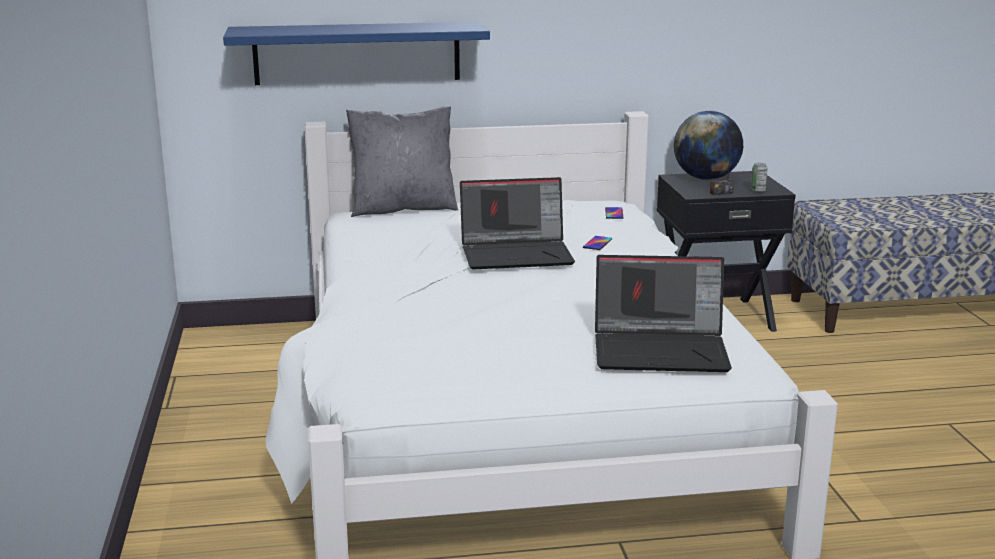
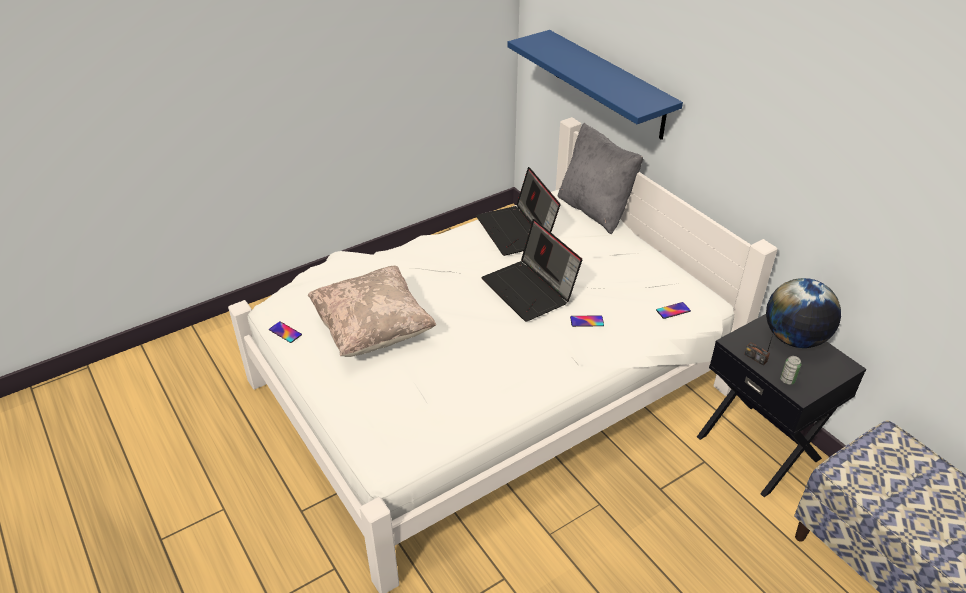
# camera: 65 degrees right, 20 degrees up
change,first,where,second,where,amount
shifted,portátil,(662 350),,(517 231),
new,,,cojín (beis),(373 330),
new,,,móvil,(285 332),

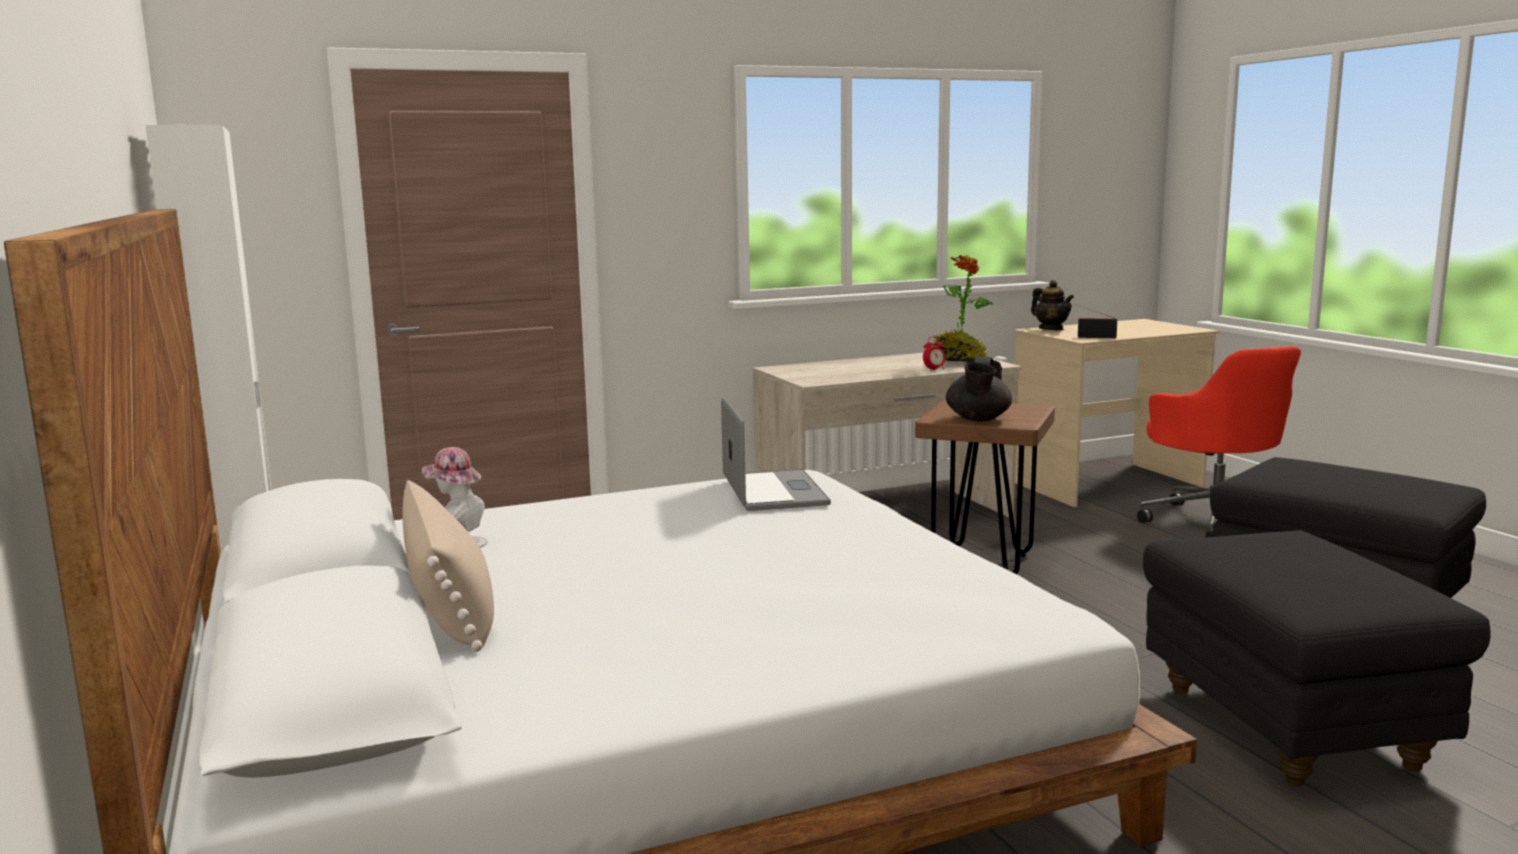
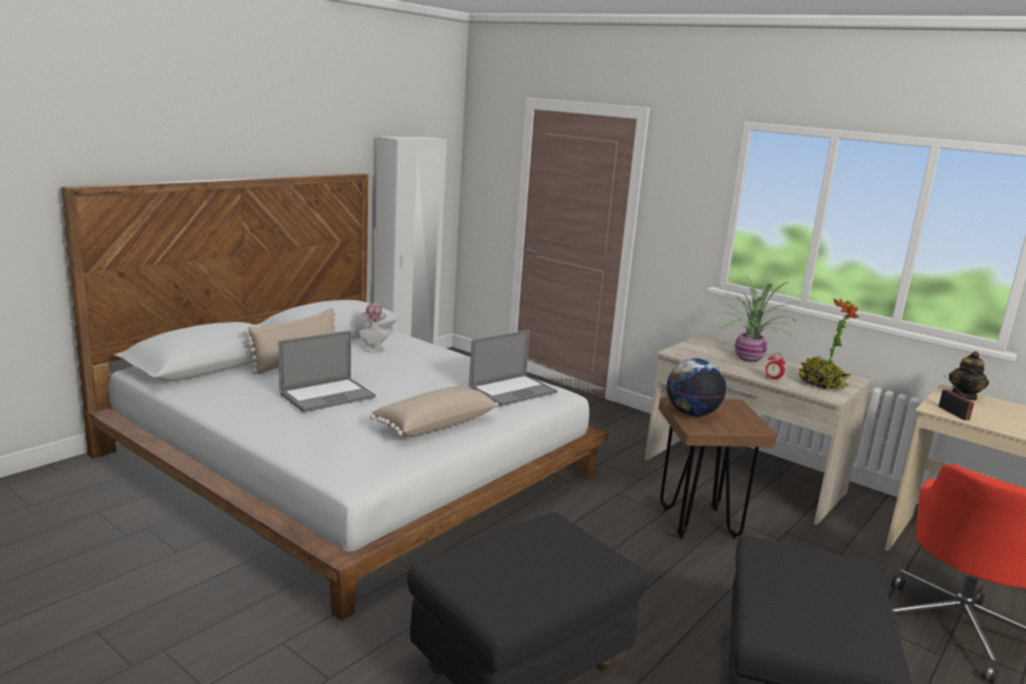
# camera: 60 degrees right, 5 degrees up
change,first,where,second,where,amount
swapped,tetera (negro),(978 419),globo terráqueo,(692 413),
new,,,planta en maceta,(749 359),
new,,,portátil,(327 395),
new,,,cojín (beis),(434 424),

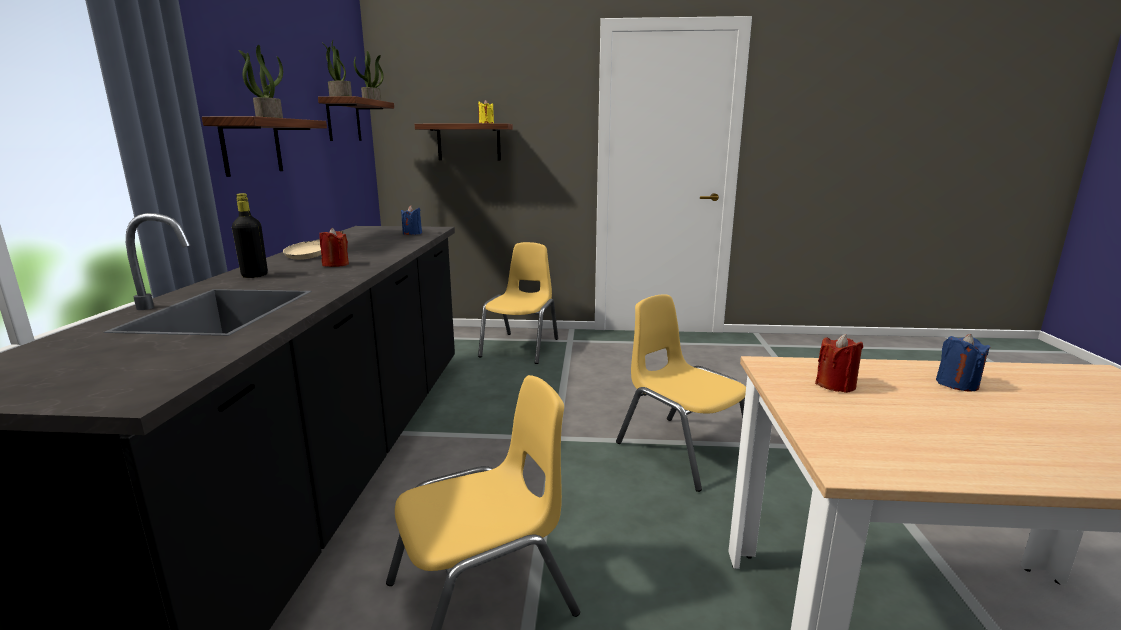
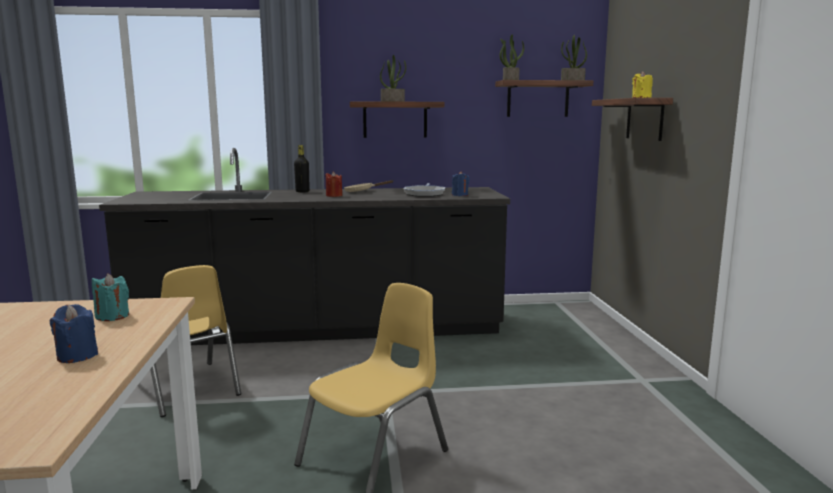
# camera: 80 degrees right, 5 degrees down
change,first,where,second,where,amount
gone,silla (amarillo),(521 348),,,
repainted,vela (rojo),(835 385),vela (turquesa),(112 316),
new,,,sartén,(424 194),

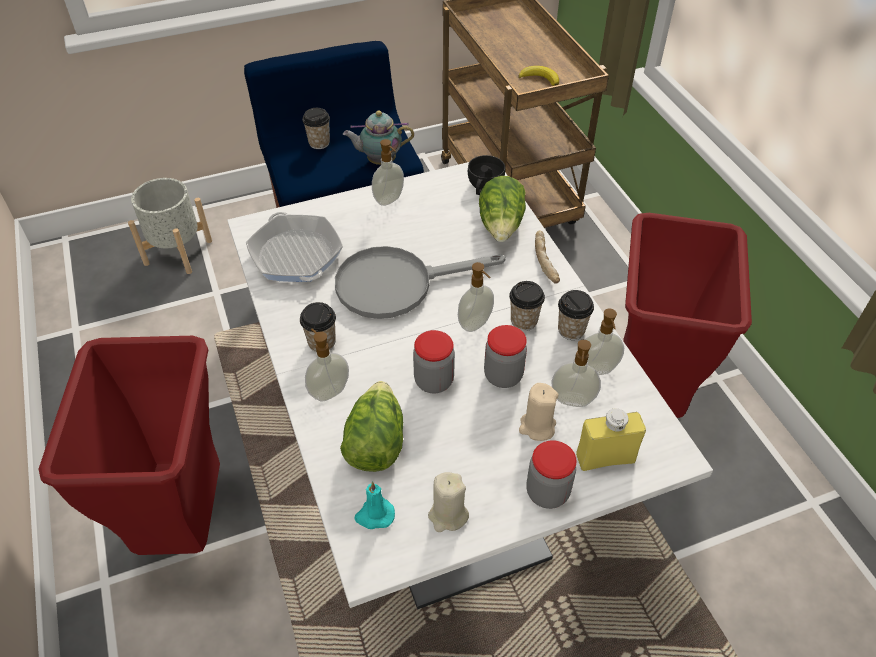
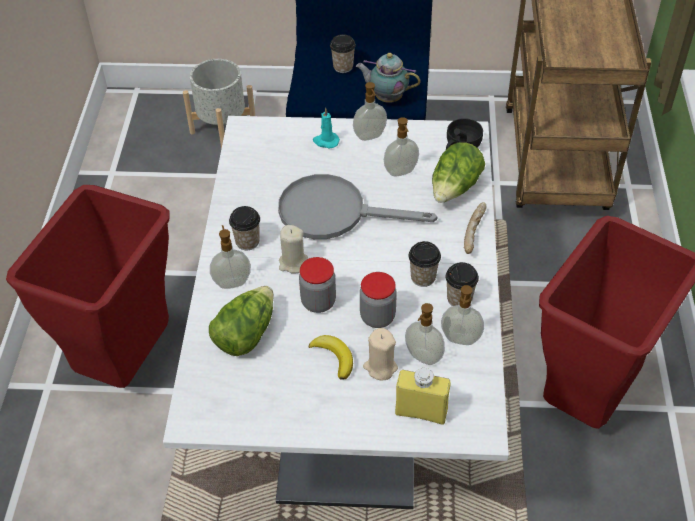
# camera: 25 degrees right, 0 degrees up
change,first,where,second,where,amount
shifted,plátano,(540 79),,(334 357),
gone,sartén,(296 255),,,
shifted,dispensador de jabón,(476 324),,(401 172),
gone,tarro,(547 492),,,
shifted,vela (beis),(448 515),,(293 263),
shifted,vela (turquesa),(374 515),,(325 141),

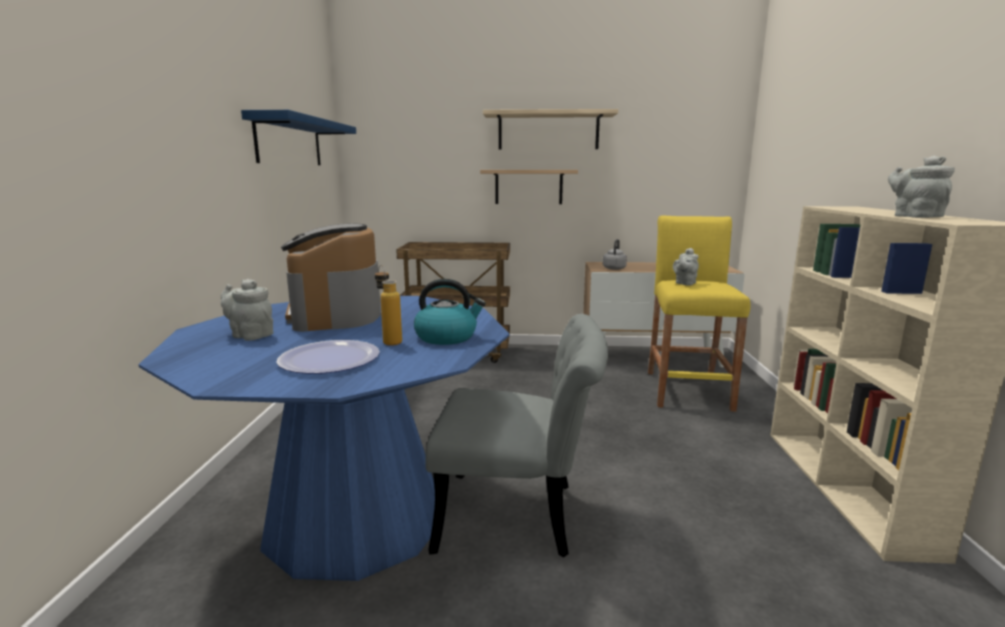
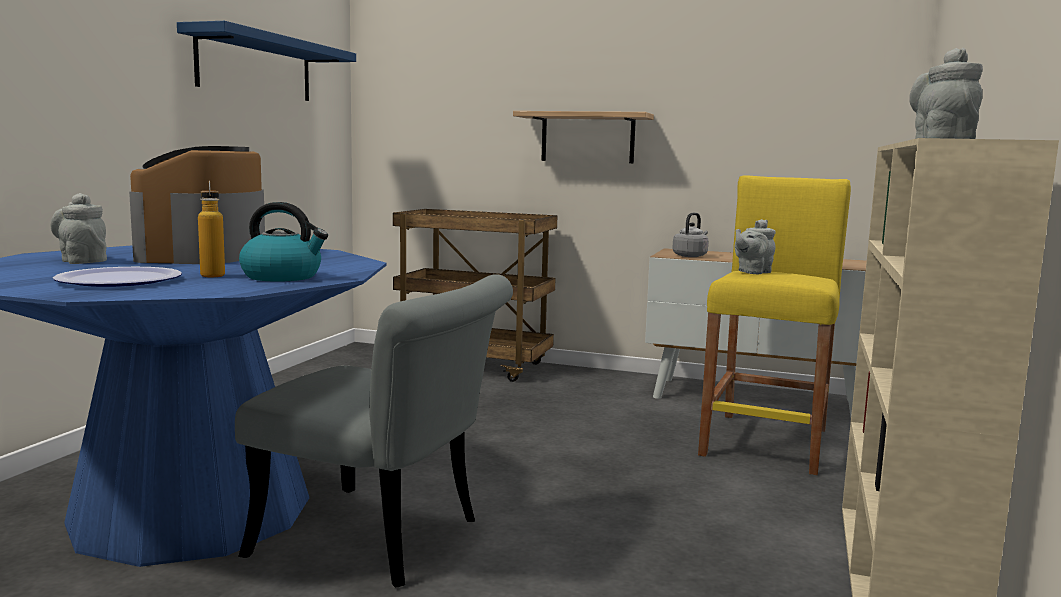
# camera: 15 degrees right, 5 degrees down
change,first,where,second,where,amount
gone,estante,(548 131),,,

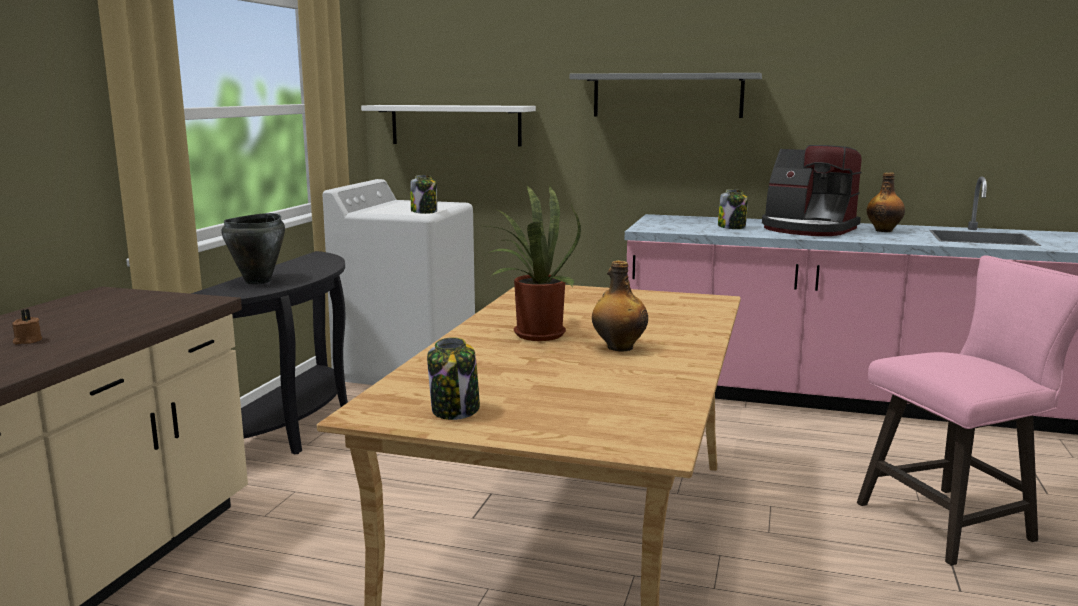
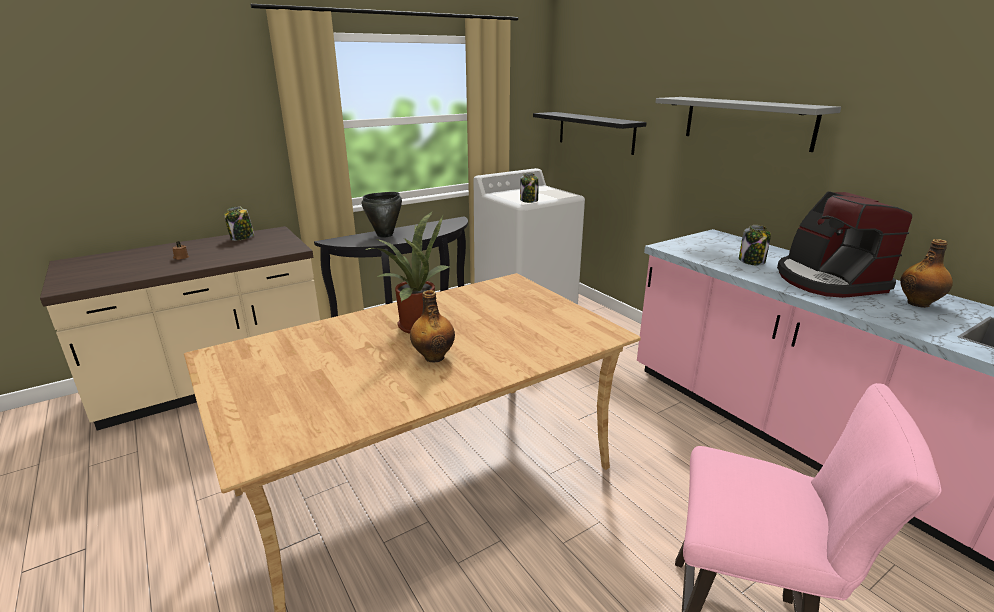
# camera: 40 degrees right, 10 degrees up
change,first,where,second,where,amount
repainted,estante (blanco),(455 125),estante (negro),(595 132),
shifted,tarro,(455 410),,(242 238),

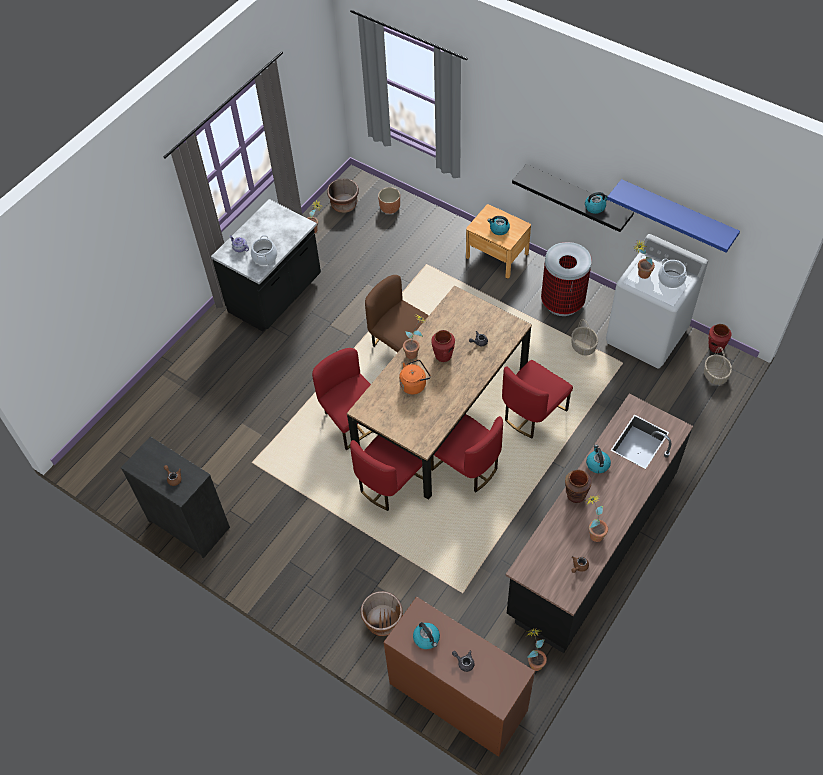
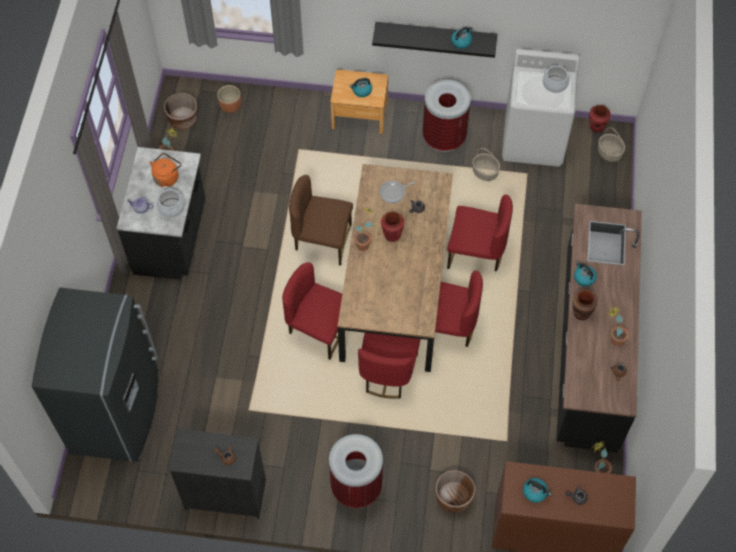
# camera: 30 degrees left, 5 degrees up
change,first,where,second,where,amount
gone,estante (azul),(677 213),,,
gone,planta en maceta,(640 275),,,
shifted,hervidor (naranja),(414 384),,(167 177),
rotated,silla (rojo),(532 413),,(475 253),90 degrees counterclockwise
new,,,sartén,(394 192),
new,,,nevera (gris),(117 412),
new,,,papelera,(356 486),

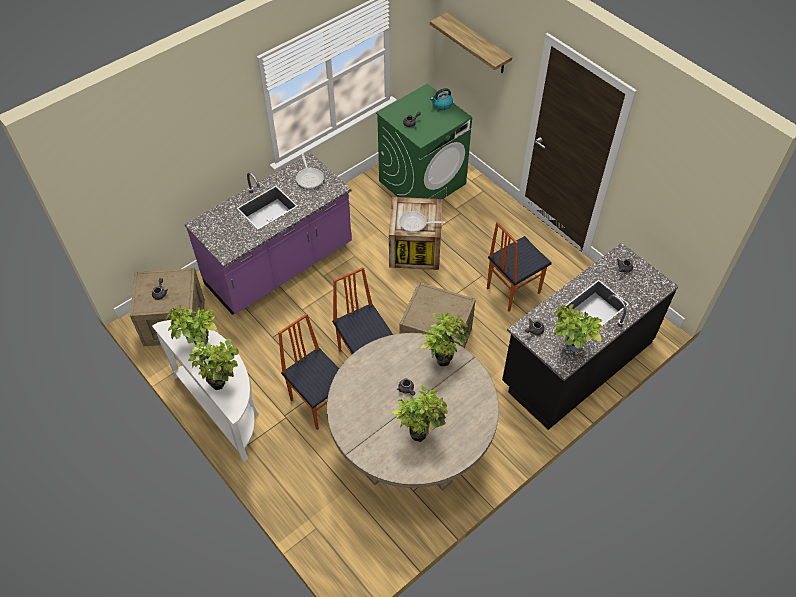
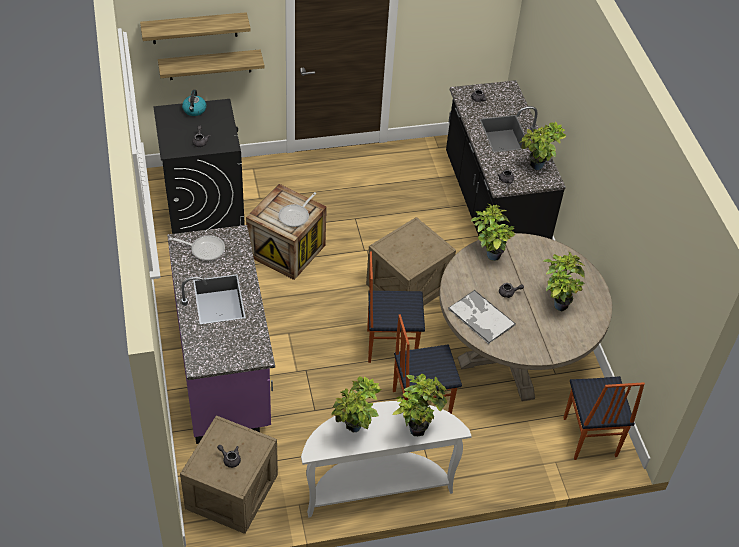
# camera: 65 degrees left, 5 degrees down
change,first,where,second,where,amount
repainted,lavadora (verde),(422 182),lavadora (negro),(204 205),
shifted,silla,(512 290),,(589 437),
new,,,estante,(210 64),
new,,,bandeja,(480 317),

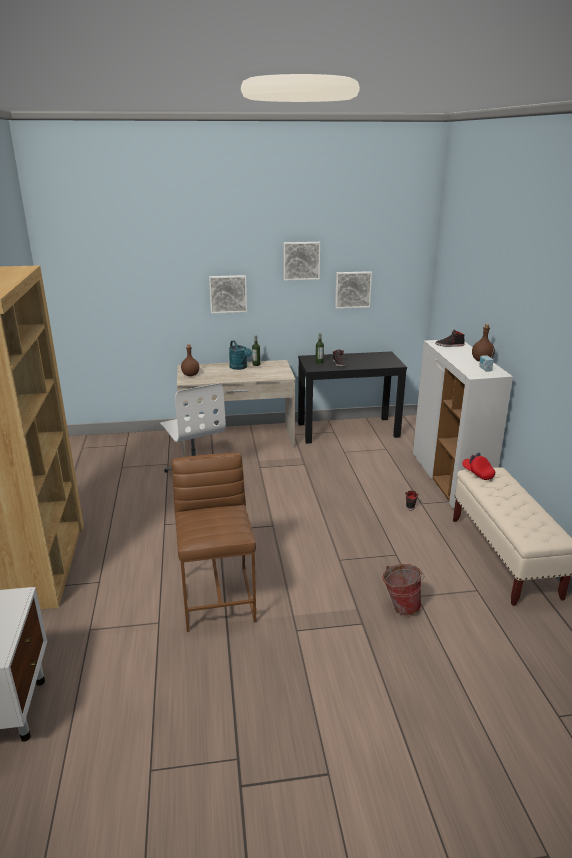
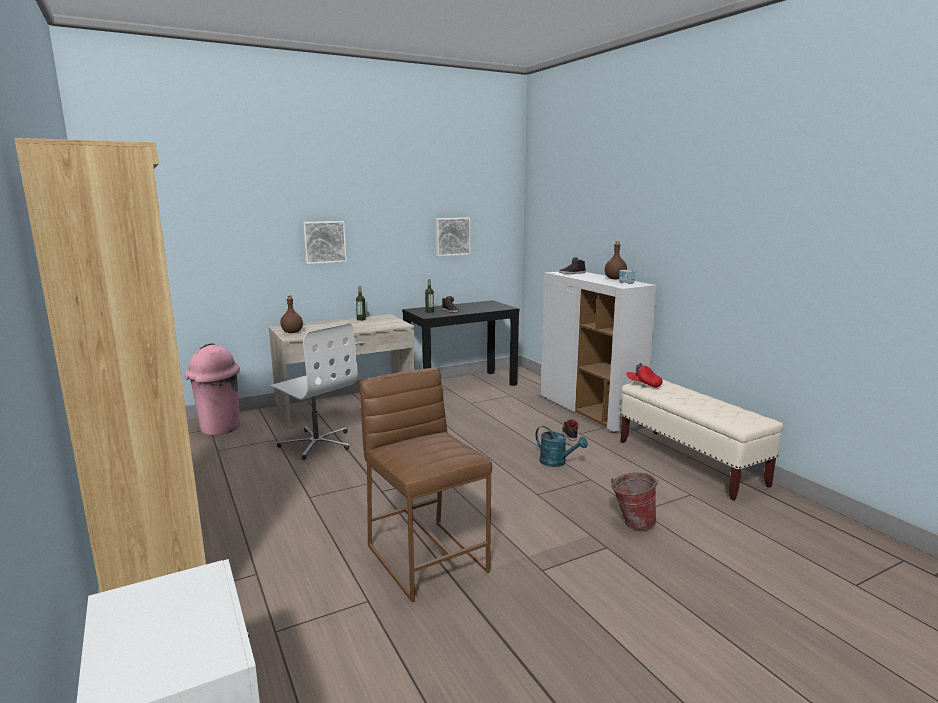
# camera: 20 degrees left, 10 degrees down
change,first,where,second,where,amount
gone,cuadro,(301 260),,,
shifted,regadera (turquesa),(240 367),,(557 462),
new,,,papelera (rosa),(219 428),

